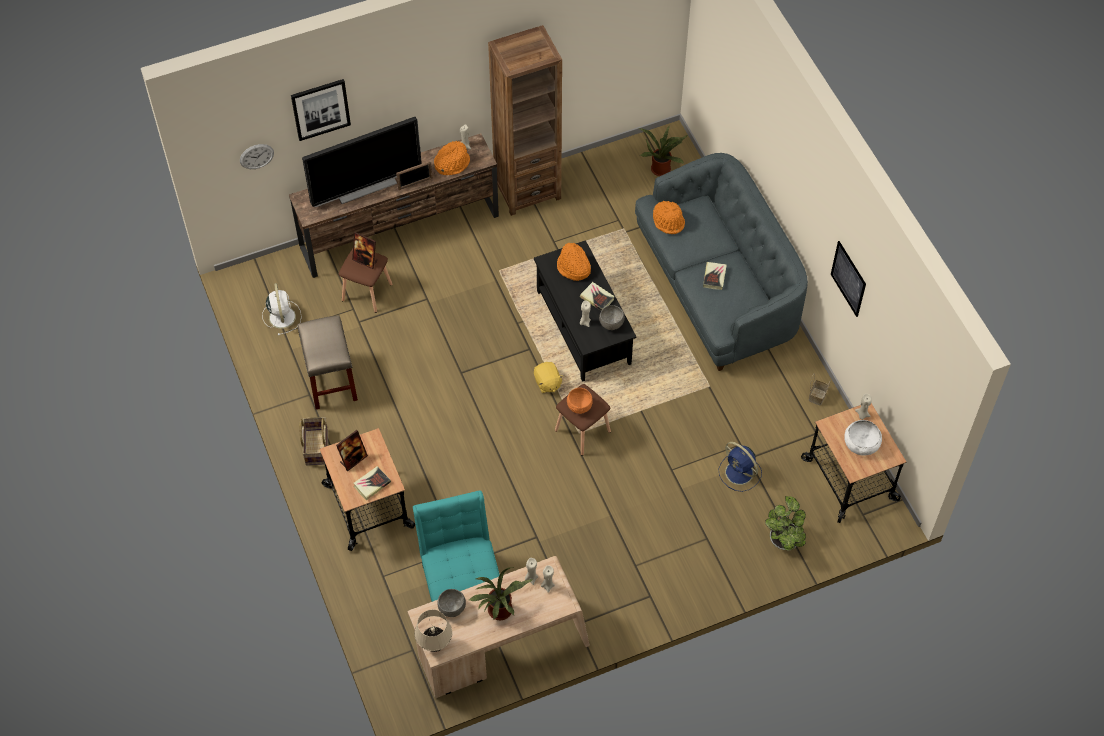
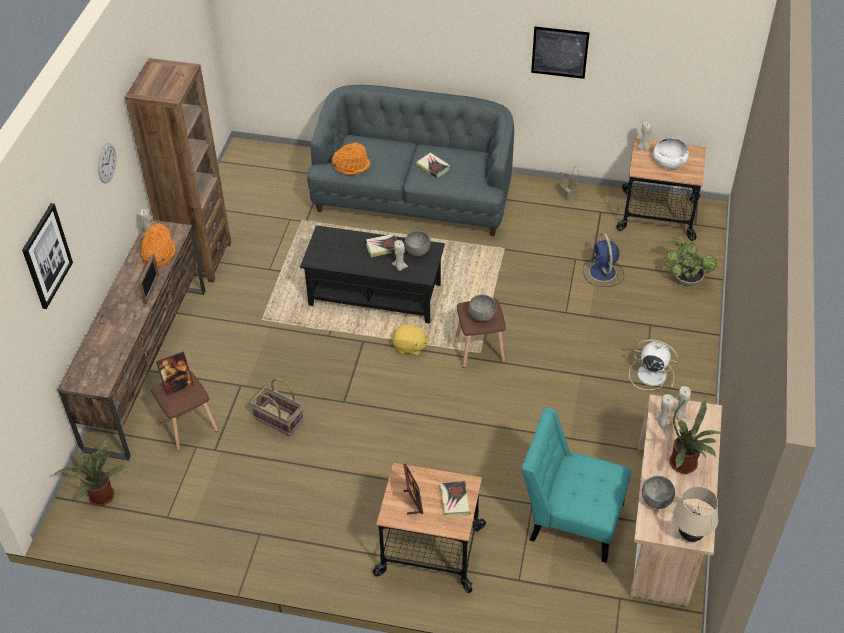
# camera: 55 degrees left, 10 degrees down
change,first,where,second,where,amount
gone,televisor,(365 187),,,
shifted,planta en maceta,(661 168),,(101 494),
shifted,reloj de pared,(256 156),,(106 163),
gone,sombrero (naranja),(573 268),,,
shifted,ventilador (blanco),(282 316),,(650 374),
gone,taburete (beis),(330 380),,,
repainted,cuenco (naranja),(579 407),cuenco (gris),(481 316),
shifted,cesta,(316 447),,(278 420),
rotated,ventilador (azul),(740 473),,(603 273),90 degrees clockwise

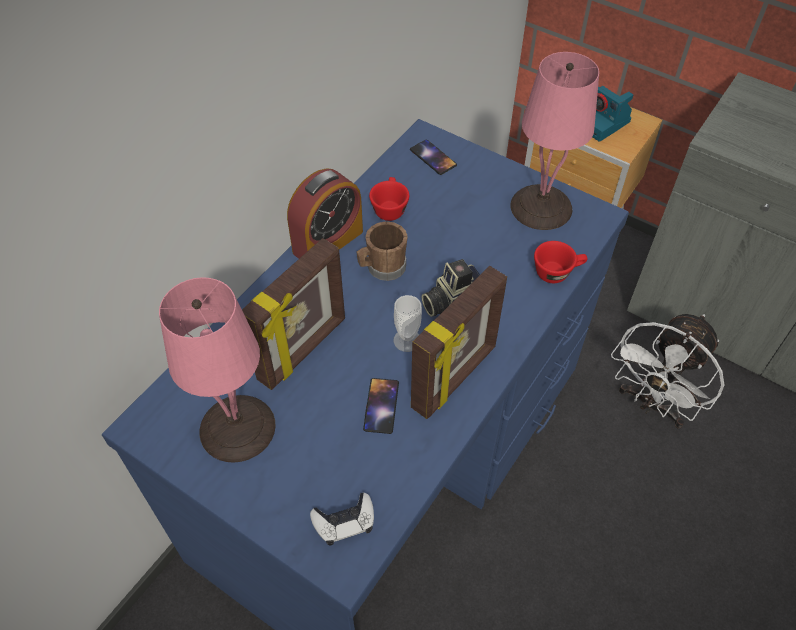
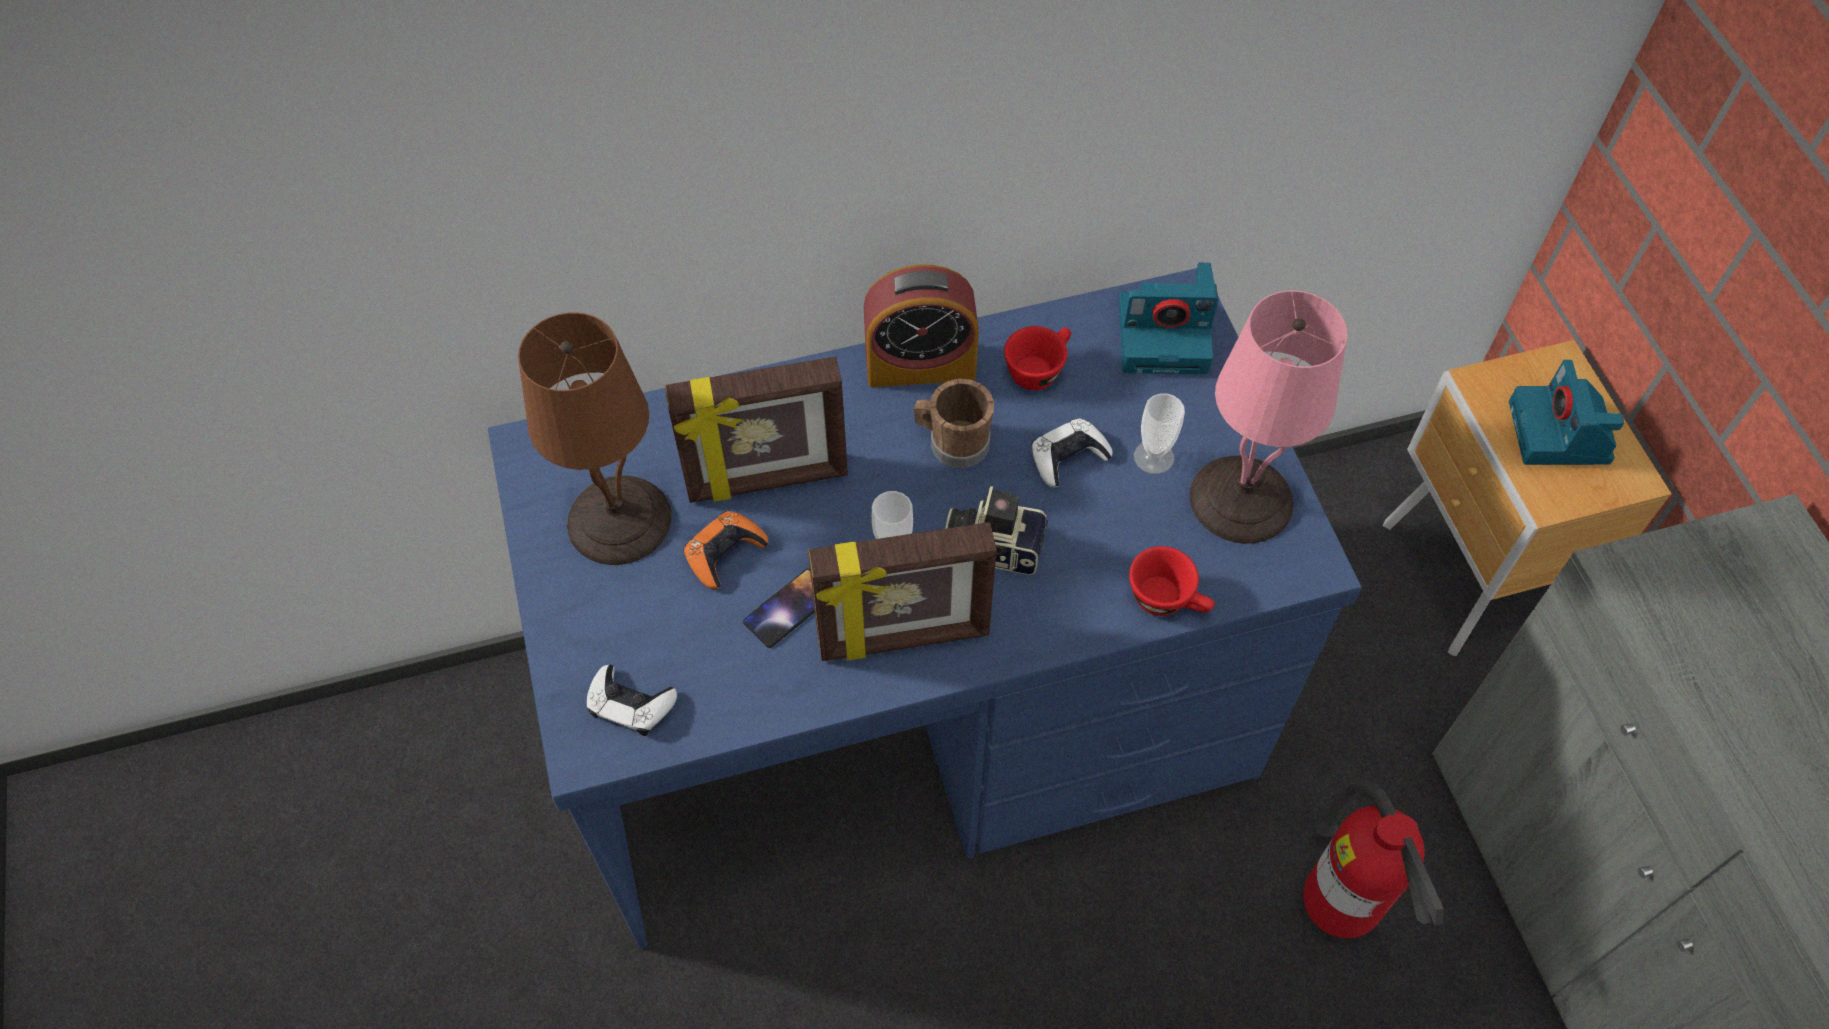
# camera: 40 degrees right, 5 degrees up
change,first,where,second,where,amount
swapped,móvil,(433 157),cámara,(1165 335),
repainted,lámpara de mesa (rosa),(238 429),lámpara de mesa (marrón),(619 522),
swapped,ventilador (blanco),(652 404),extintor,(1338 909),
new,,,taza,(1153 457),
new,,,mando de consola (blanco),(1068 457),
new,,,mando de consola (naranja),(724 553),

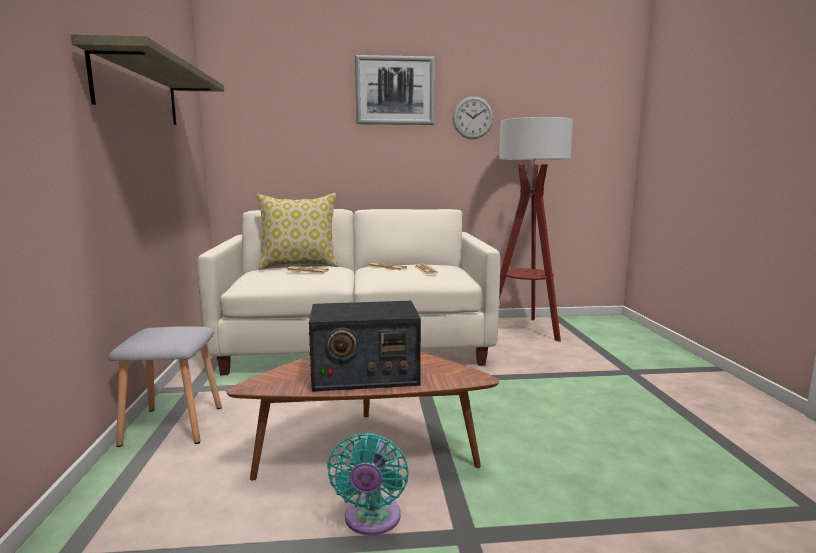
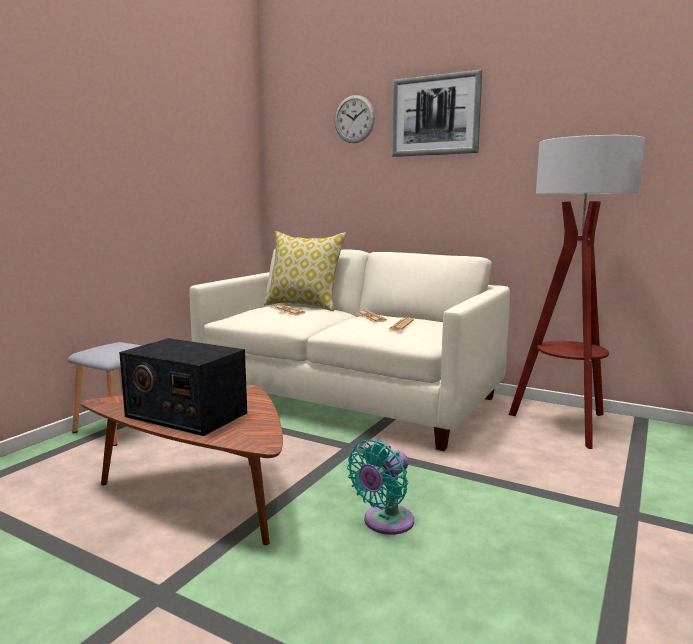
# camera: 35 degrees right, 0 degrees up
change,first,where,second,where,amount
gone,estante,(138 90),,,
shifted,reloj de pared,(473 117),,(354 119),
shifted,ventilador (turquesa),(371 520),,(385 523),

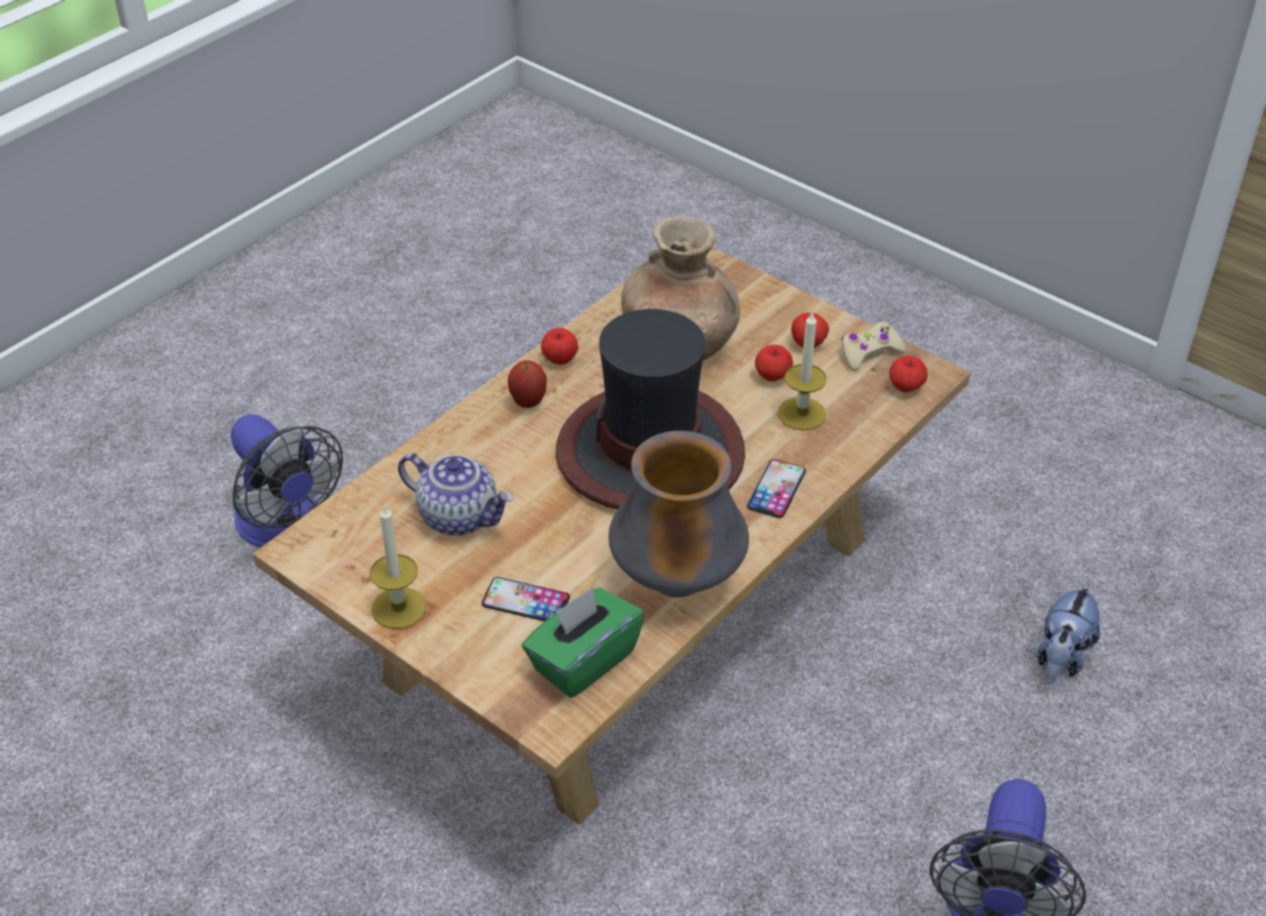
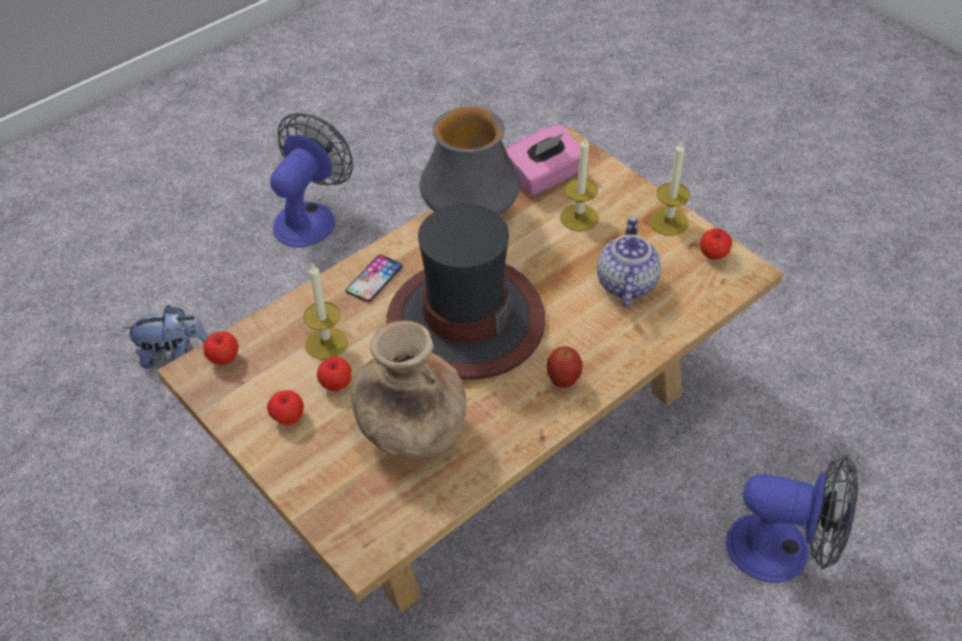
# camera: 170 degrees left, 5 degrees up
change,first,where,second,where,amount
gone,mando de consola (beis),(869 352),,,
shifted,manzana,(559 359),,(713 255),
rotated,ventilador,(286 527),,(783 551),135 degrees clockwise
rotated,tetera,(460 516),,(625 283),60 degrees clockwise
swapped,móvil,(525 601),vela,(579 217),
rotated,peluche,(1061 658),,(173 354),45 degrees clockwise
repainted,caja de pañuelos (verde),(583 661),caja de pañuelos (rosa),(544 178),

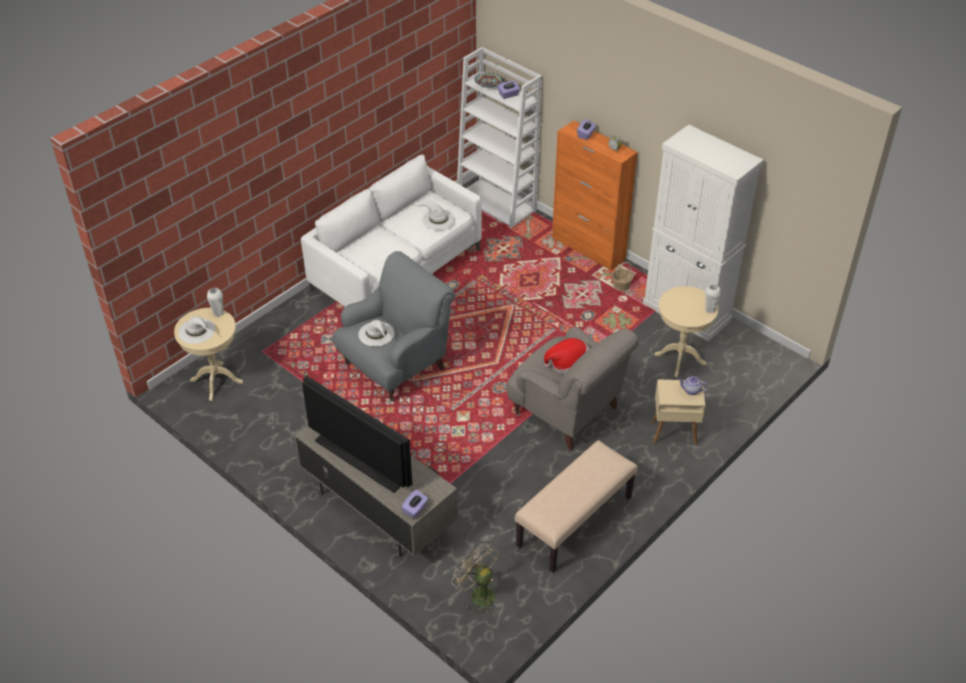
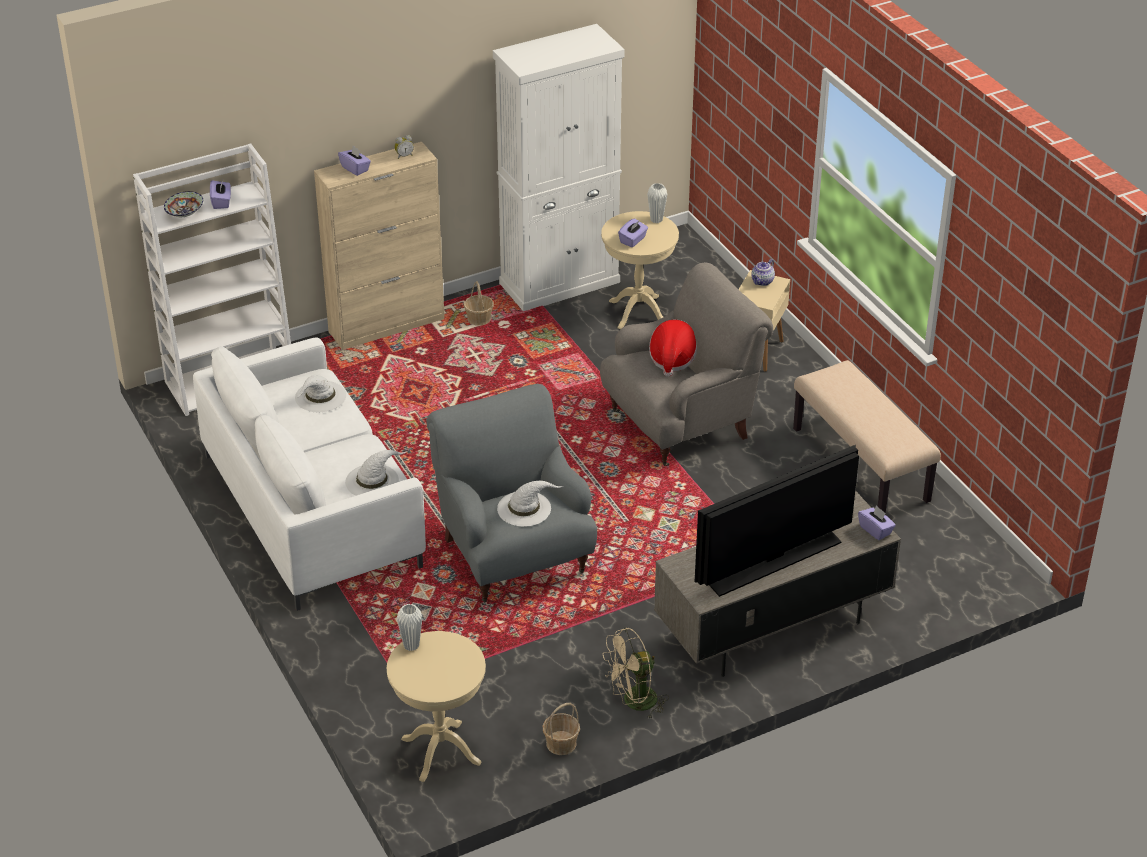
# camera: 70 degrees left, 5 degrees down
change,first,where,second,where,amount
repainted,armario (naranja),(588 248),armario (beis),(387 325),
shifted,sombrero (blanco),(197 331),,(372 480),
shifted,ventilador (beis),(478 594),,(633 702),
new,,,caja de pañuelos (morado),(633 240),
new,,,cesta,(561 743),

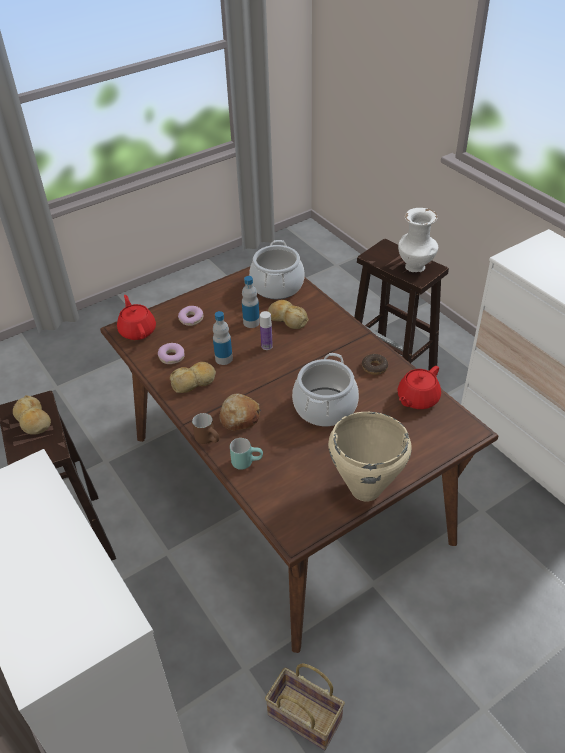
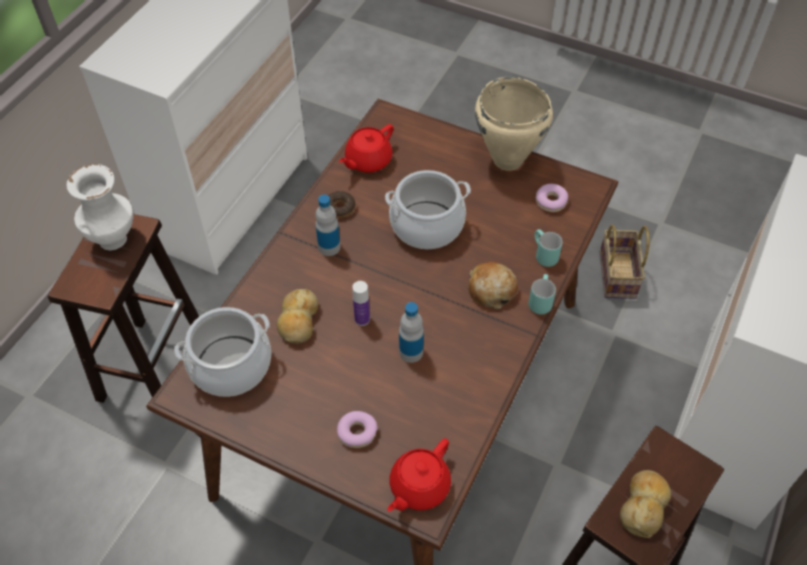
# camera: 120 degrees left, 10 degrees up
change,first,where,second,where,amount
shifted,botella,(251 322),,(329 247),
shifted,rosquilla,(171 357),,(551 201),
gone,pan,(194 382),,,
rotated,tetera (rojo),(417 399),,(367 161),120 degrees clockwise
repainted,taza grande (marrón),(209 439),taza grande (turquesa),(539 301),

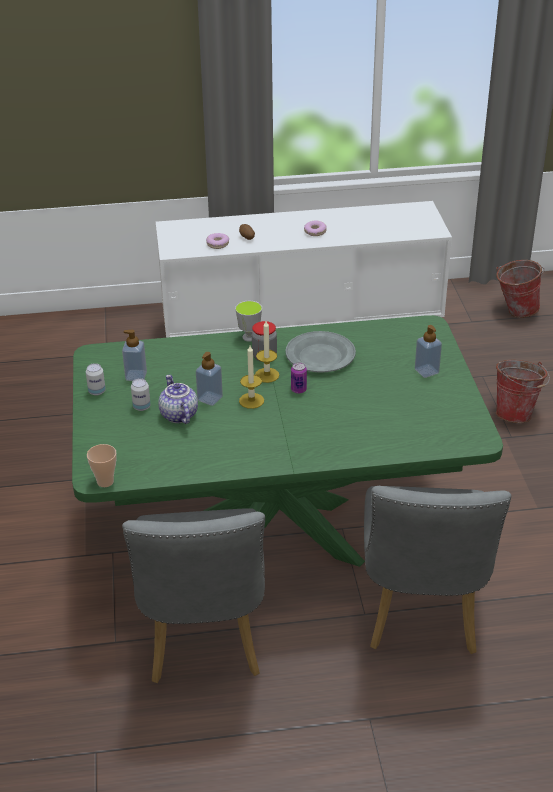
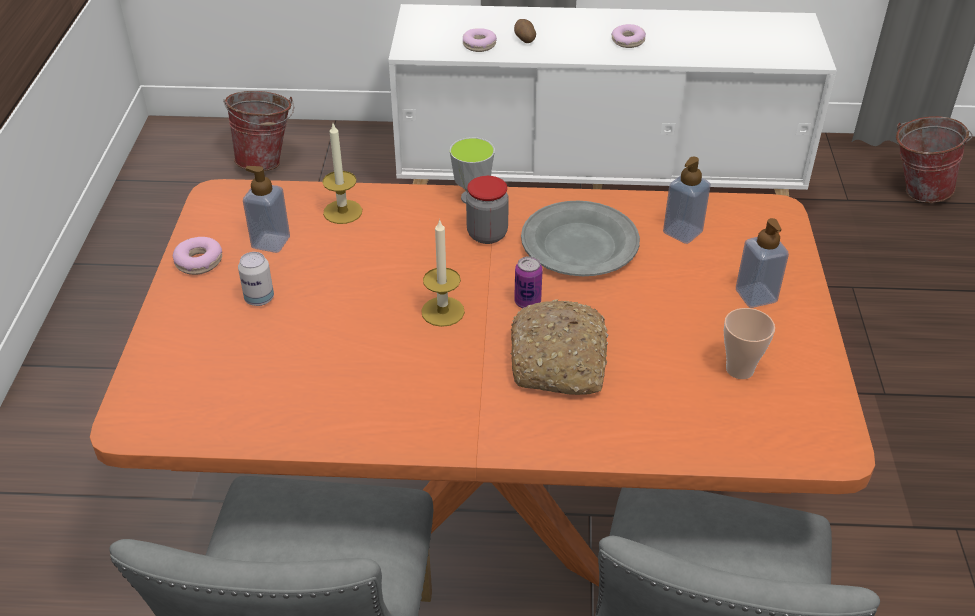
# camera: 10 degrees right, 5 degrees up
change,first,where,second,where,amount
repainted,mesa de comedor (verde),(278 536),mesa de comedor (naranja),(487 513),
shifted,vela,(267 375),,(342 212),
shifted,dispensador de jabón,(210 398),,(682 232),
shifted,cubo,(516 413),,(267 161),
swapped,lata,(97 391),rosquilla,(199 262),
gone,tetera,(178 415),,,
shifted,taza,(105 482),,(739 369),
new,,,pan,(559 361),

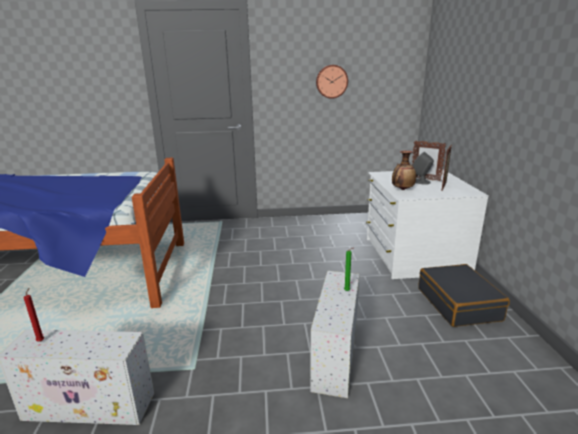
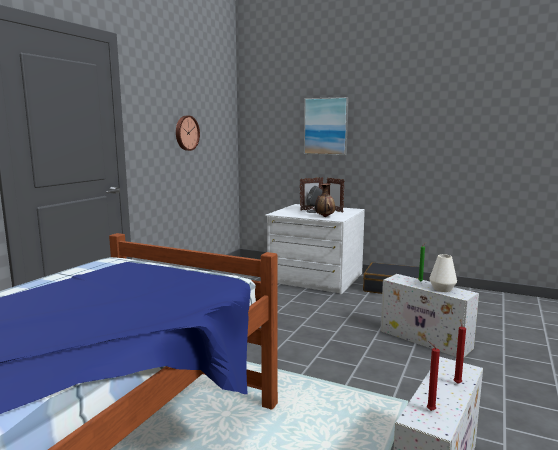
# camera: 60 degrees left, 10 degrees down
change,first,where,second,where,amount
new,,,cuadro,(326 126),
new,,,florero (blanco),(442 289),
new,,,vela (rojo),(457 383),

